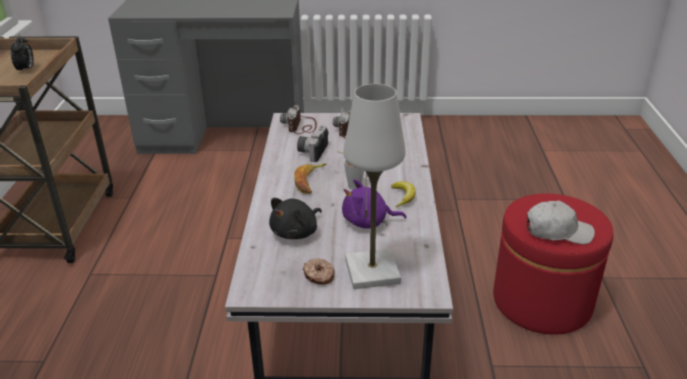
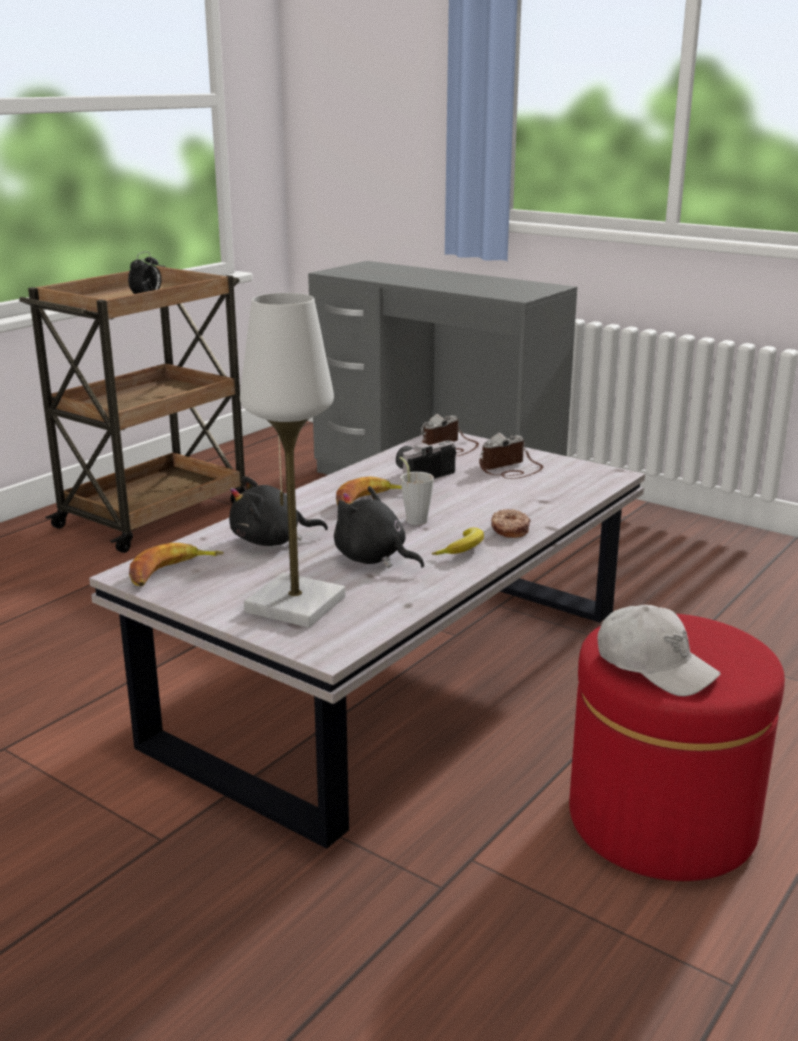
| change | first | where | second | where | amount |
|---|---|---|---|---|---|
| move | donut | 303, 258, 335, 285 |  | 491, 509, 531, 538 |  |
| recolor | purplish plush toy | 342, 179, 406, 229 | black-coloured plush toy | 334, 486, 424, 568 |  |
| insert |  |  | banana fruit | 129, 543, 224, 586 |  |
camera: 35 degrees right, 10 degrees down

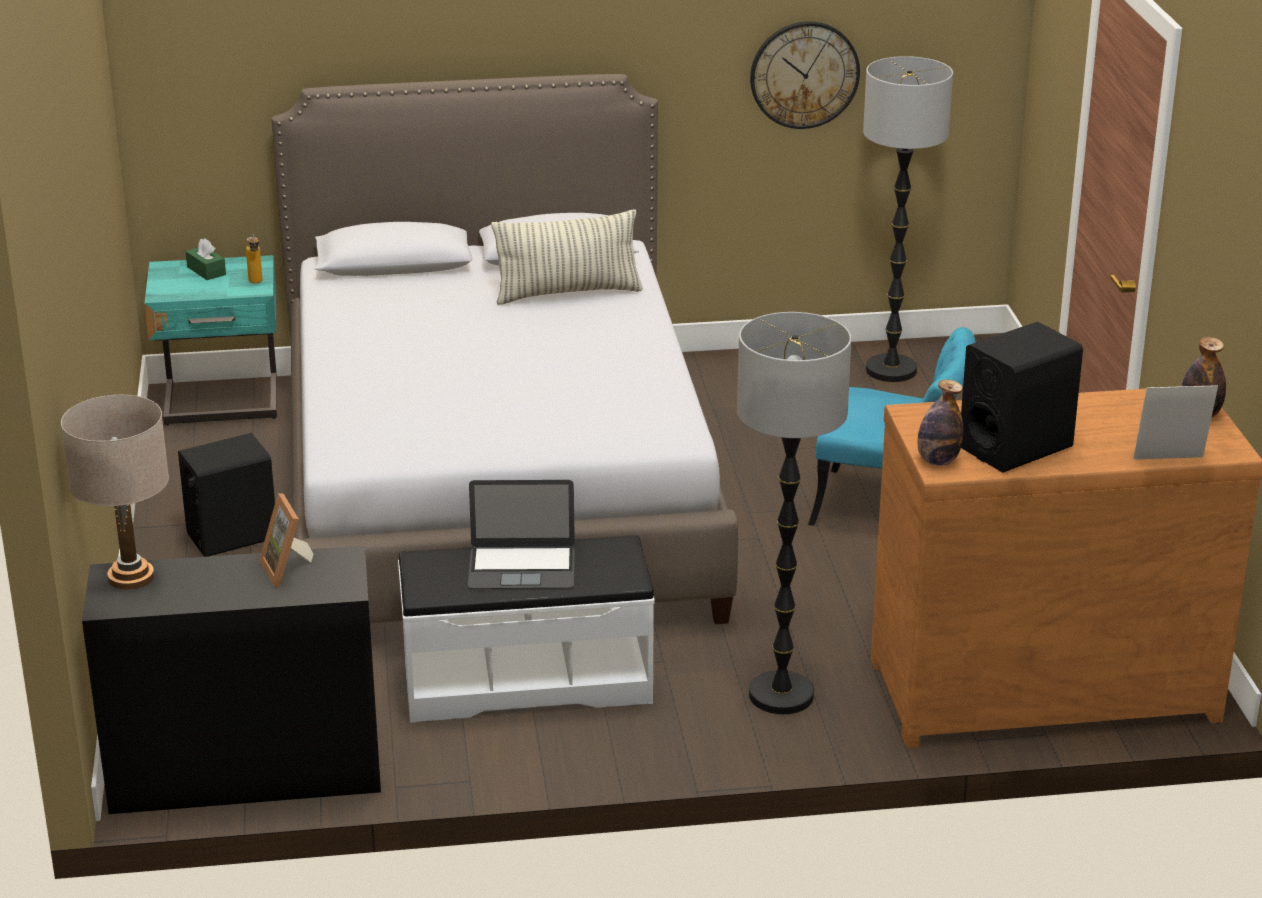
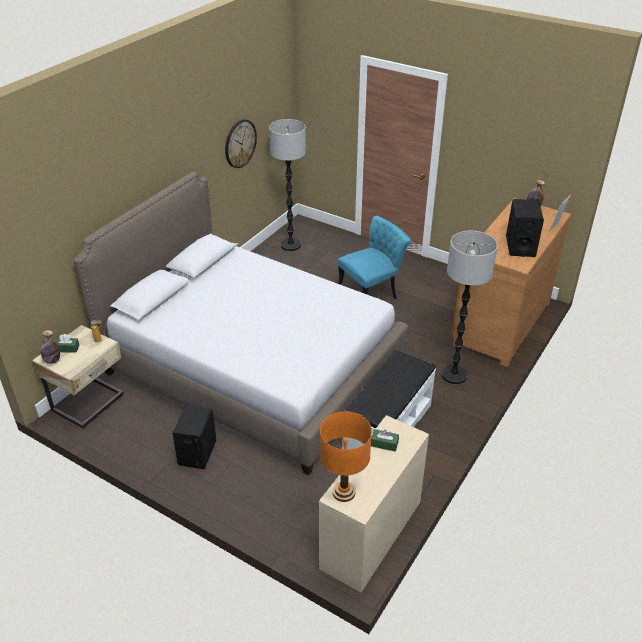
| change | first | where | second | where | amount |
|---|---|---|---|---|---|
| recolor | beige-coloured tabletop lamp | 61, 395, 169, 590 | orangey tabletop lamp | 320, 411, 372, 502 |  |
| recolor | black-coloured desk table | 82, 546, 381, 814 | beige-coloured desk table | 319, 415, 429, 592 |  |
| recolor | turquoise-coloured nightstand | 144, 255, 277, 426 | beige-coloured nightstand | 32, 325, 124, 429 |  |
| replace | standing frame | 259, 493, 314, 587 | green-coloured tissue box | 371, 429, 399, 452 |  |
| delete | portable computer | 468, 480, 575, 589 |  |  |  |
| delete | cushion | 491, 209, 643, 305 |  |  |  |
| move | beverage bottle | 917, 380, 963, 466 |  | 41, 330, 60, 364 |  |
camera: 50 degrees left, 10 degrees up

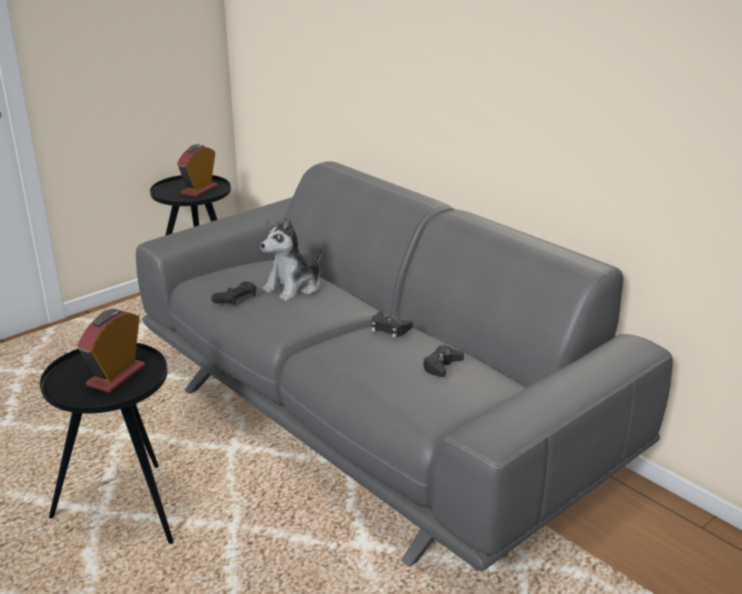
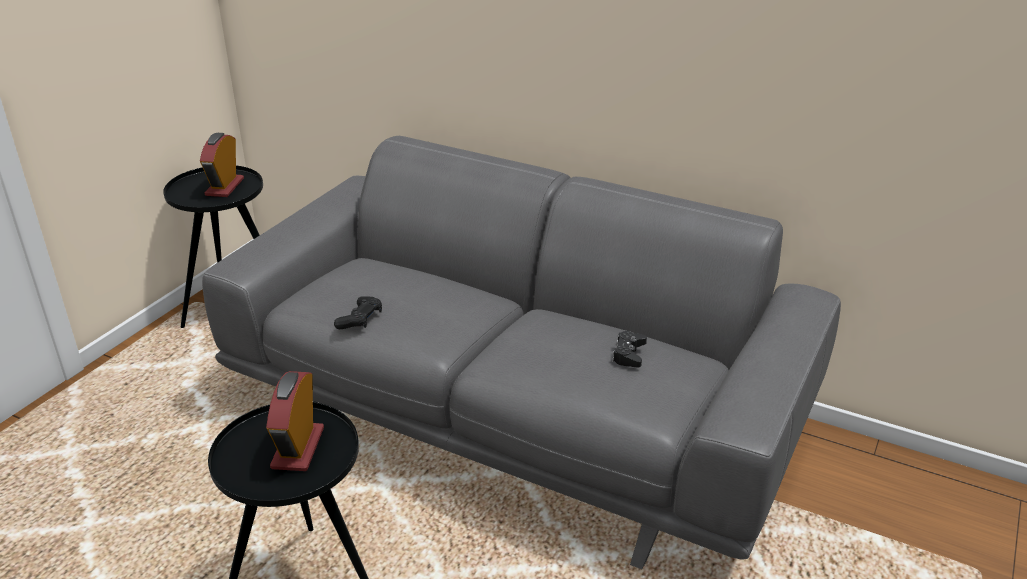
| change | first | where | second | where | amount |
|---|---|---|---|---|---|
| delete | plush toy | 261, 217, 322, 301 |  |  |  |
| delete | black-coloured gamepad | 372, 312, 413, 338 |  |  |  |
camera: 20 degrees left, 5 degrees up

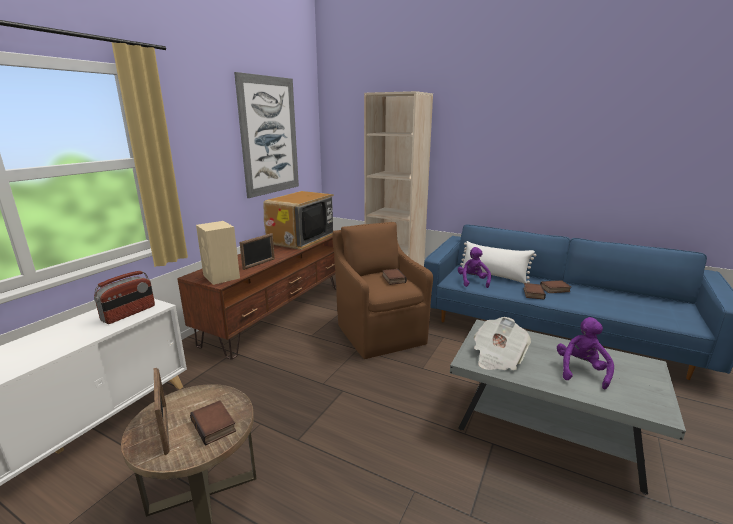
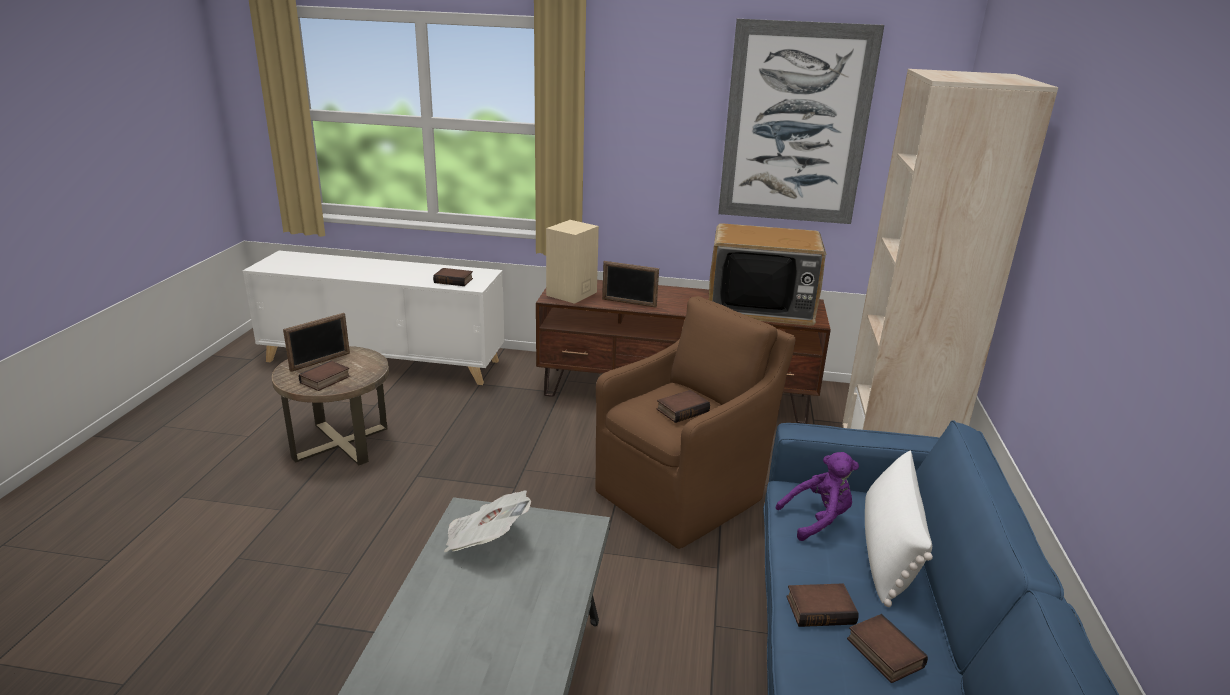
| change | first | where | second | where | amount |
|---|---|---|---|---|---|
| replace | radio receiver | 94, 271, 155, 324 | bound book | 433, 268, 473, 286 |  |
| delete | purplish plush toy | 557, 317, 614, 389 |  |  |  |
camera: 70 degrees right, 5 degrees up

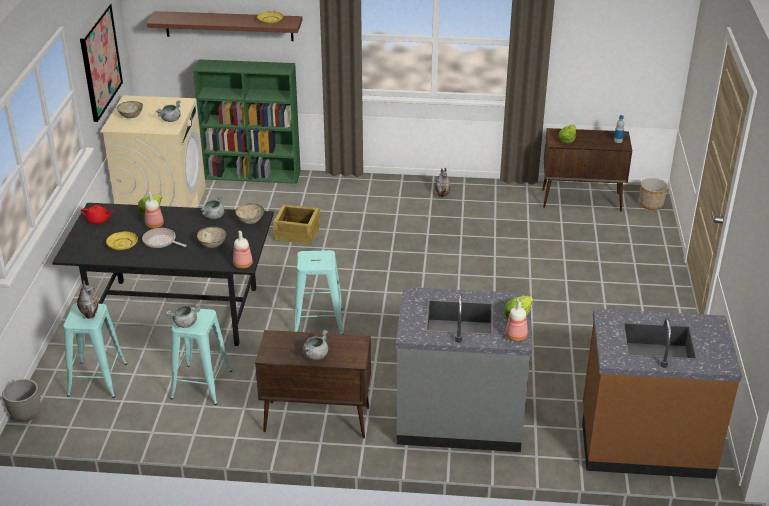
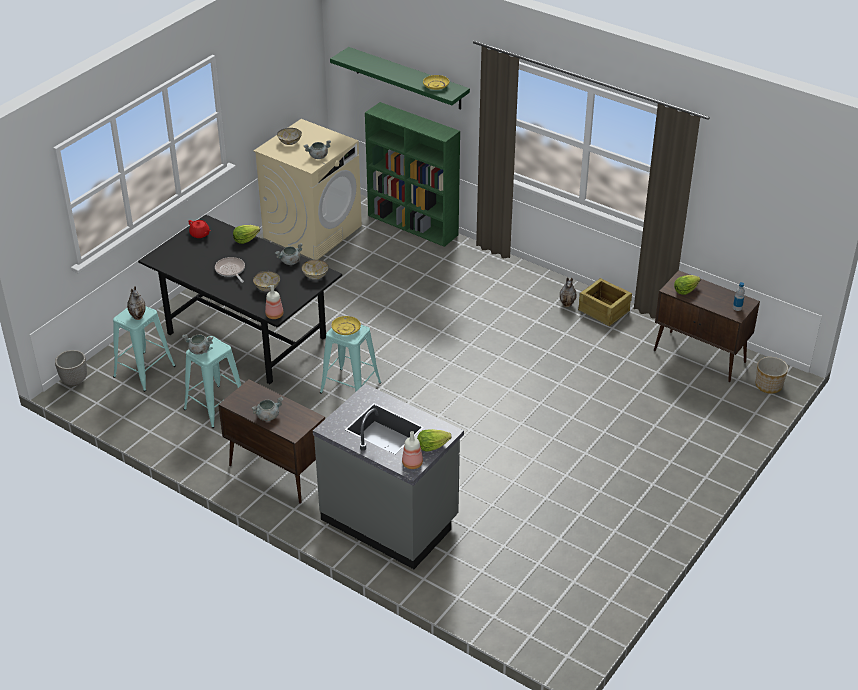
| change | first | where | second | where | amount |
|---|---|---|---|---|---|
| delete | wall picture | 80, 3, 123, 122 |  |  |  |
| move | yellowish plate | 106, 232, 138, 250 |  | 331, 316, 361, 335 |  |
| delete | beverage bottle | 145, 192, 164, 229 |  |  |  |
| recolor | brown-coloured bracket shelf | 147, 11, 302, 41 | green-coloured bracket shelf | 330, 47, 470, 110 |  |
| move | shipping crate | 273, 204, 320, 245 |  | 578, 278, 632, 326 |  |
| delete | brown-coloured kitchen base unit | 582, 309, 742, 479 |  |  |  |
camera: 30 degrees right, 5 degrees up

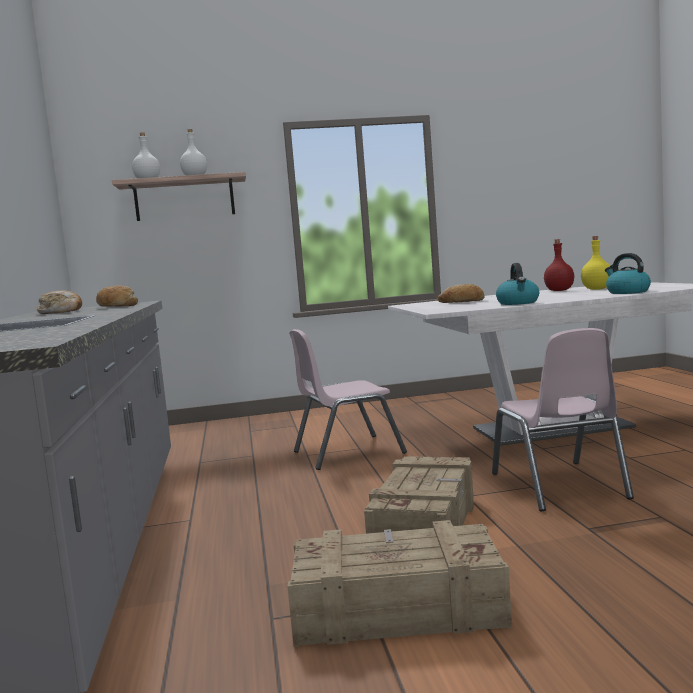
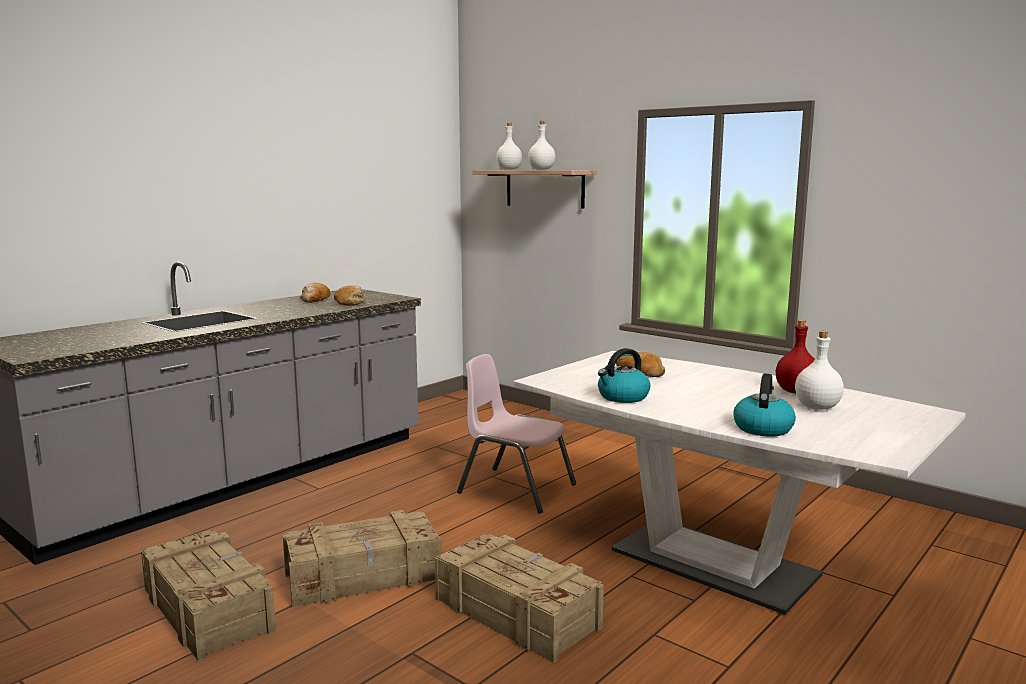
| change | first | where | second | where | amount |
|---|---|---|---|---|---|
| replace | pinkish upright chair | 492, 328, 634, 511 | shipping crate | 435, 533, 604, 663 |  |
| recolor | yellowish beverage bottle | 581, 236, 610, 290 | whitish beverage bottle | 795, 331, 844, 410 |  |
camera: 50 degrees right, 5 degrees up

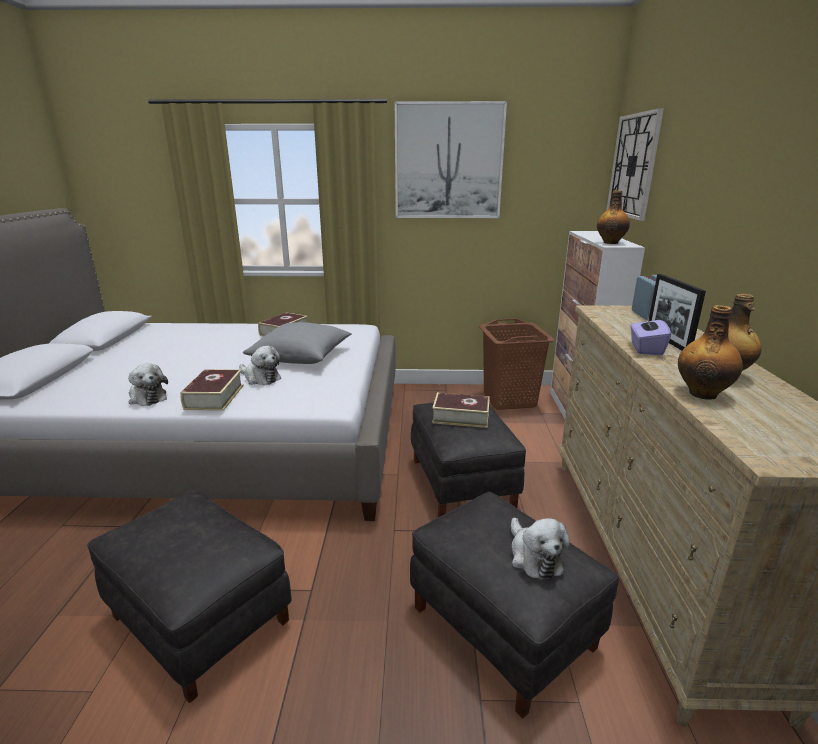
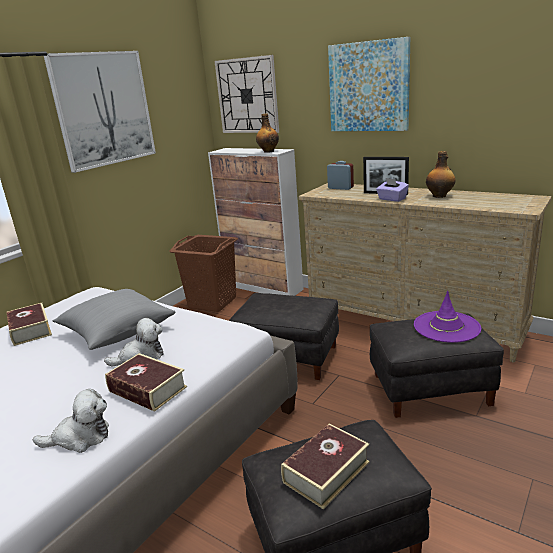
| change | first | where | second | where | amount |
|---|---|---|---|---|---|
| move | bound book | 432, 392, 490, 428 |  | 281, 423, 370, 509 |  |
| replace | plush toy | 511, 518, 570, 580 | purplish wearable hat | 414, 291, 481, 343 |  |
| delete | beverage bottle | 678, 305, 743, 399 |  |  |  |
| insert |  |  | wall picture | 328, 37, 410, 131 |  |
camera: 55 degrees left, 0 degrees up

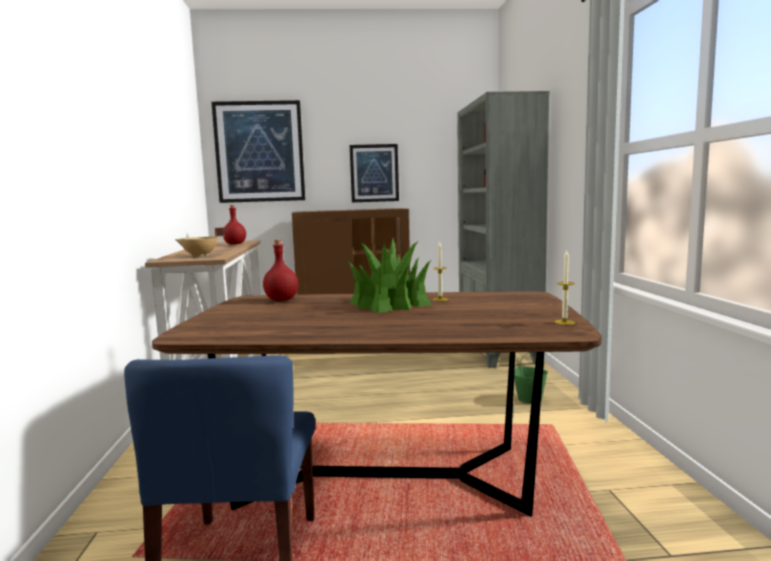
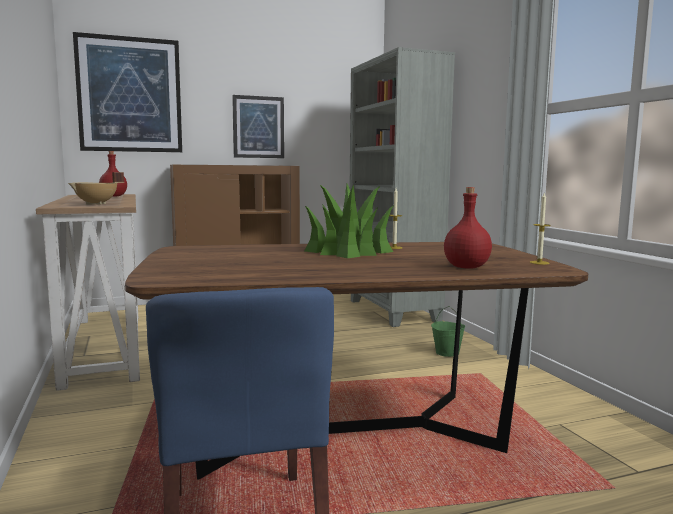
| change | first | where | second | where | amount |
|---|---|---|---|---|---|
| move | red-coloured beverage bottle | 263, 240, 298, 301 |  | 444, 187, 492, 269 |  |
camera: 15 degrees left, 0 degrees up

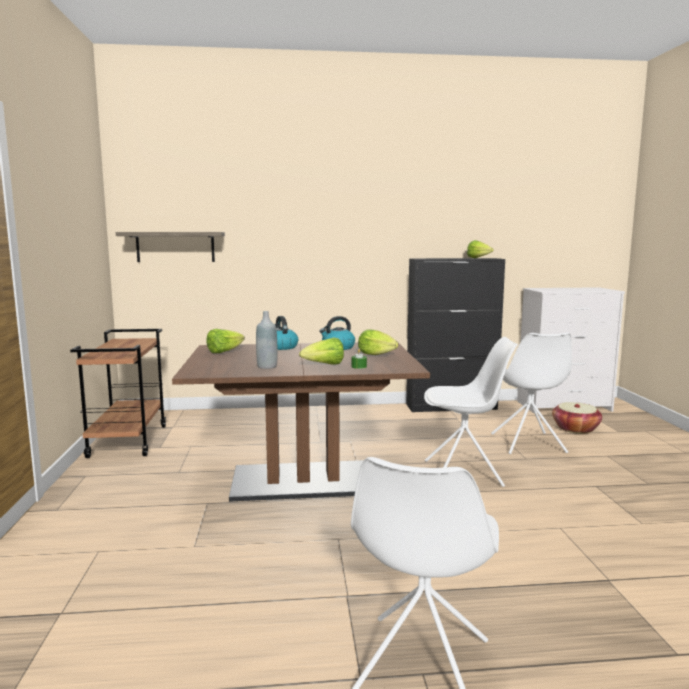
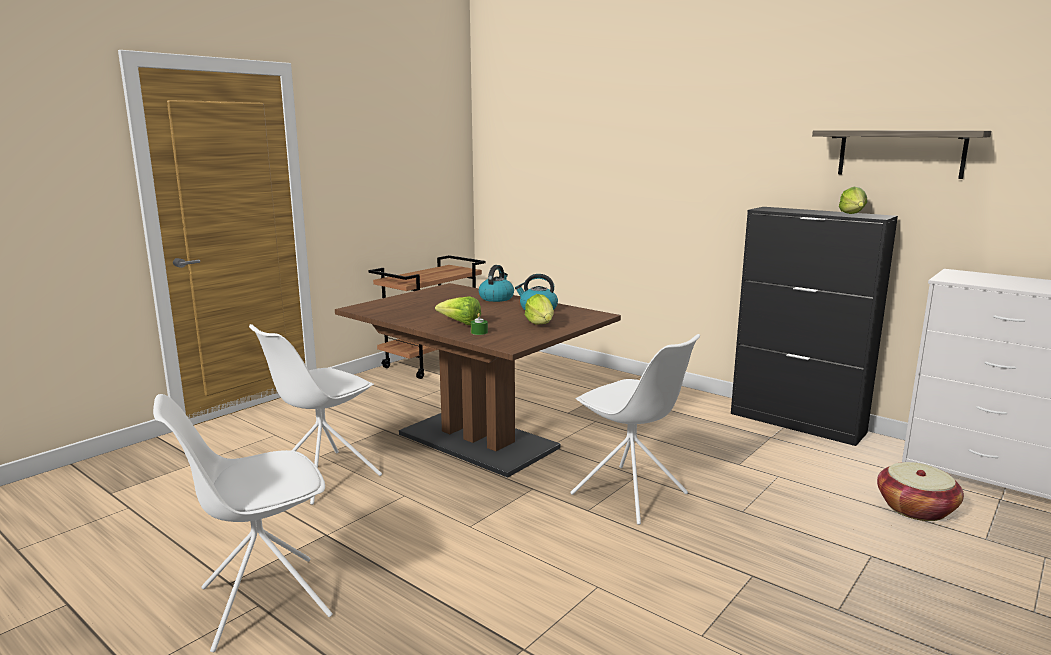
| change | first | where | second | where | amount |
|---|---|---|---|---|---|
| move | bracket shelf | 116, 232, 225, 262 |  | 812, 130, 991, 179 |  |
| delete | head of lettuce | 206, 329, 245, 353 |  |  |  |
| delete | grey beverage bottle | 256, 311, 278, 369 |  |  |  |
| move | whitish upright chair | 491, 332, 572, 454 |  | 249, 324, 382, 505 |  |
camera: 45 degrees right, 5 degrees up

